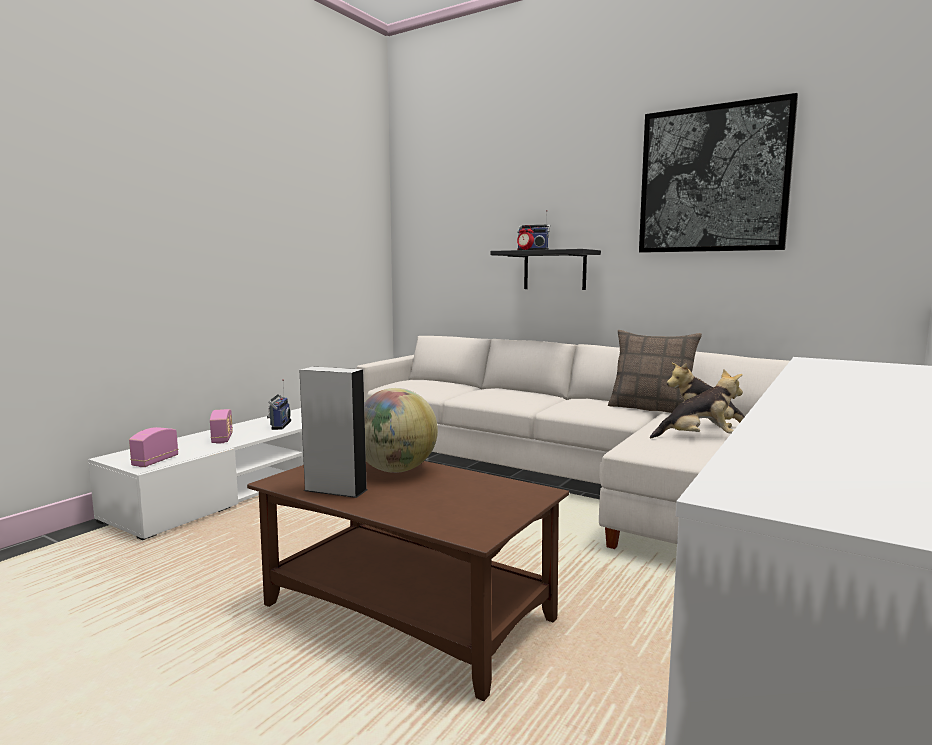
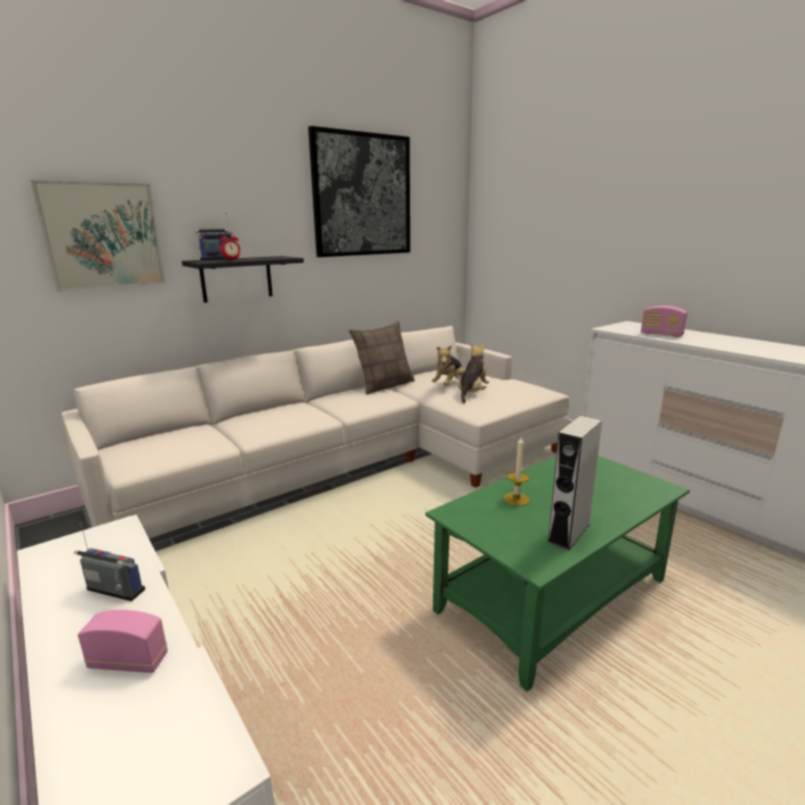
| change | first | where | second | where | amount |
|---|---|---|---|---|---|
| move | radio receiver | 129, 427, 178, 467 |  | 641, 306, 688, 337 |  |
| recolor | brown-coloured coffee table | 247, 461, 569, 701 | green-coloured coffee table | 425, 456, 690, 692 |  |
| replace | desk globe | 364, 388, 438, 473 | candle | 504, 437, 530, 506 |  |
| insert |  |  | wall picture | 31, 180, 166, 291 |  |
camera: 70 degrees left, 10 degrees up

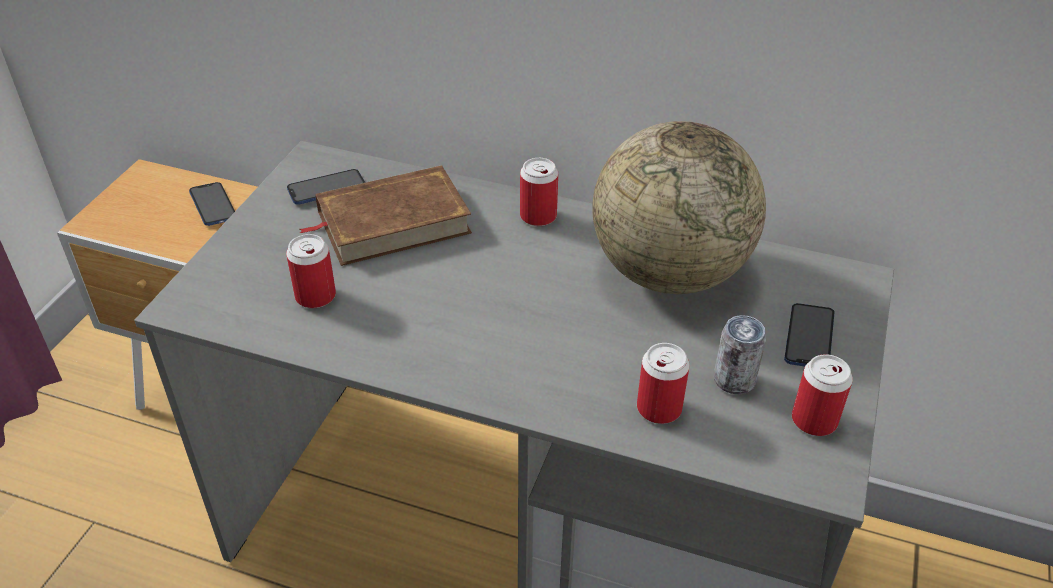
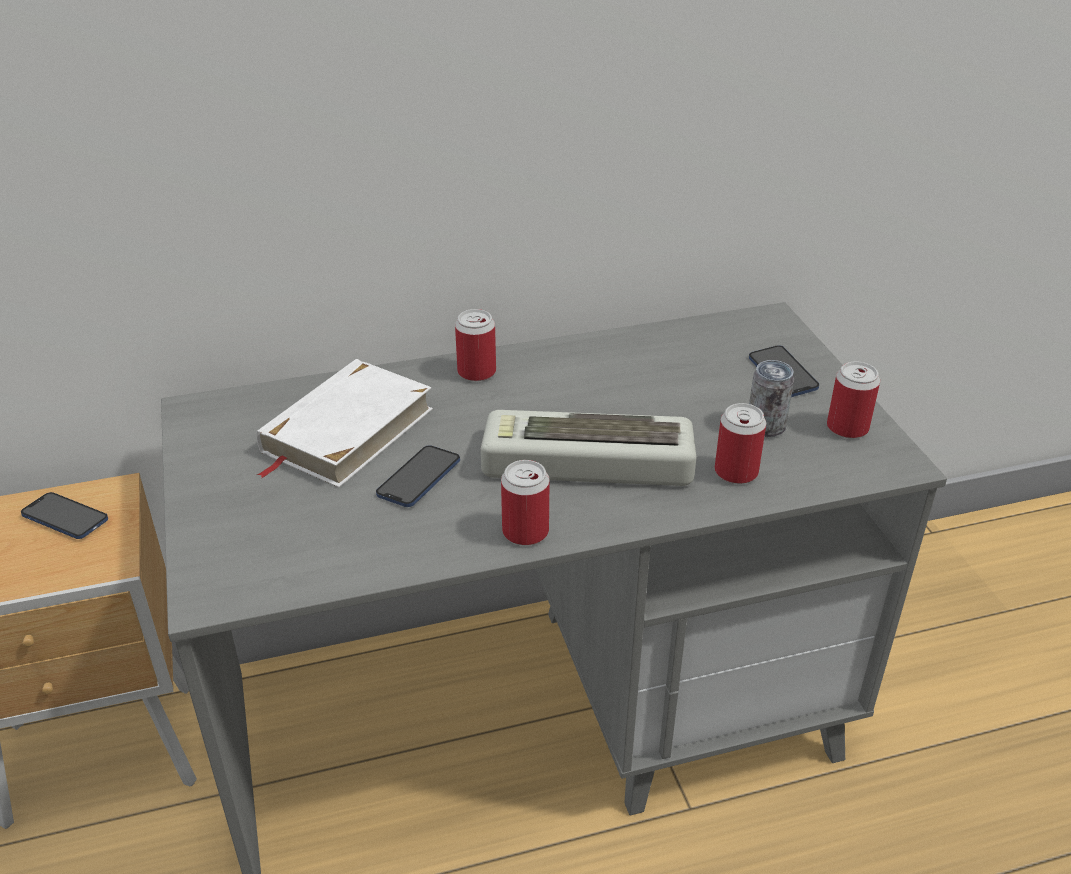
| change | first | where | second | where | amount |
|---|---|---|---|---|---|
| move | can | 286, 234, 336, 308 |  | 501, 460, 550, 546 |  |
| move | telephone | 287, 169, 365, 205 |  | 376, 445, 460, 507 |  |
| recolor | brown-coloured bound book | 300, 165, 472, 266 | whitish bound book | 256, 359, 433, 488 |  |
| delete | desk globe | 592, 121, 766, 294 |  |  |  |
| insert |  |  | PC keyboard | 481, 410, 696, 486 |  |
camera: 35 degrees left, 5 degrees down

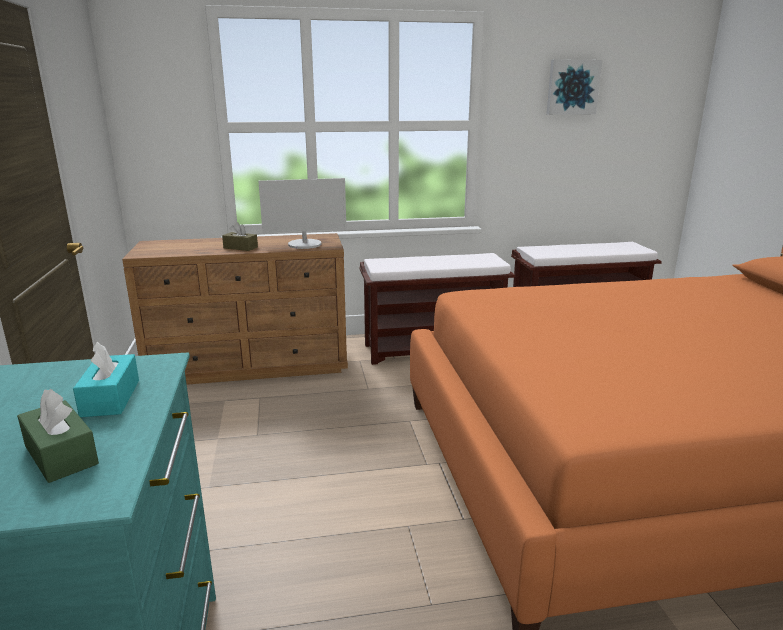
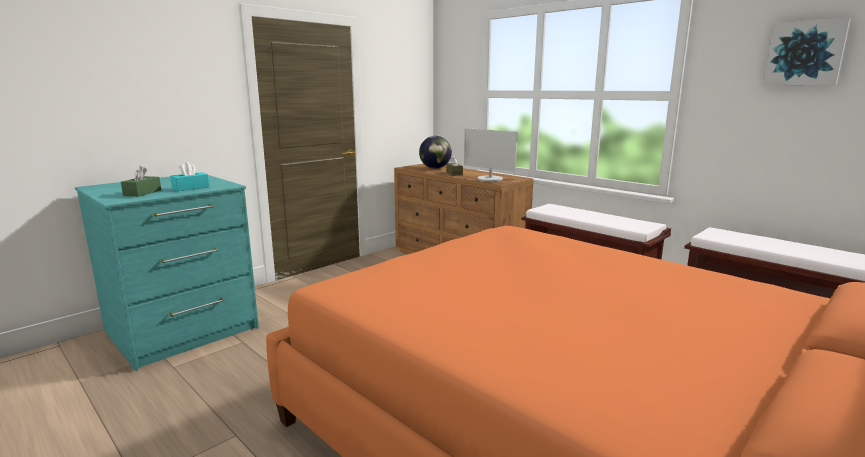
| change | first | where | second | where | amount |
|---|---|---|---|---|---|
| insert |  |  | desk globe | 419, 136, 452, 169 |  |
camera: 55 degrees right, 5 degrees down

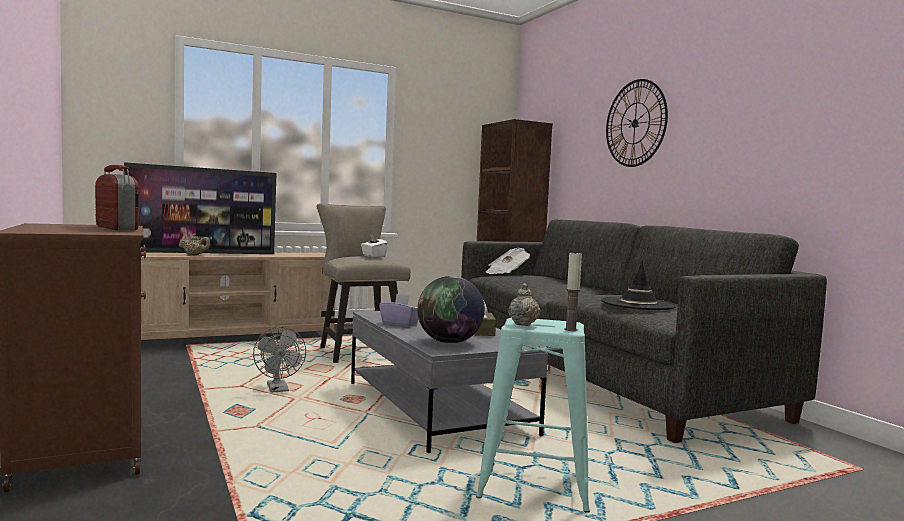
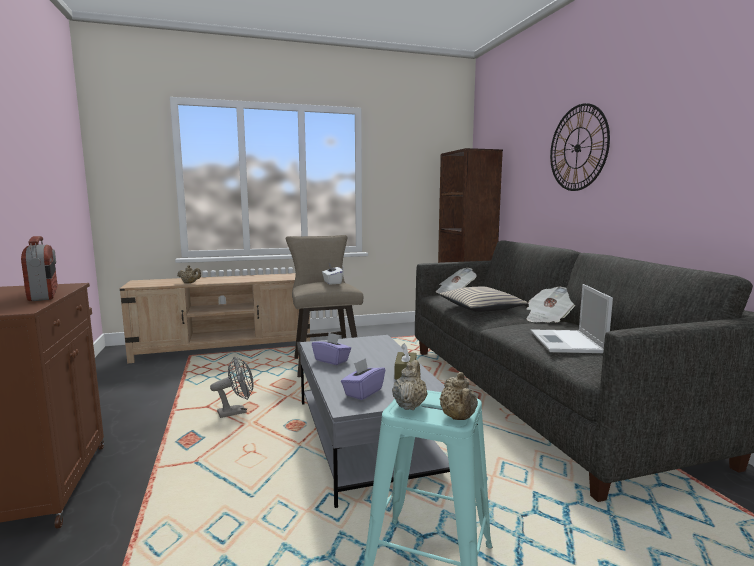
| change | first | where | second | where | amount |
|---|---|---|---|---|---|
| delete | television | 124, 162, 277, 254 |  |  |  |
| rotate | grey cooling fan | 253, 327, 306, 393 |  | 210, 357, 254, 418 | 105 degrees counterclockwise |
| replace | desk globe | 417, 276, 485, 344 | purplish tissue box | 341, 358, 385, 400 |  |
| replace | candle | 564, 251, 582, 331 | beige-coloured pot for tea | 440, 372, 478, 420 |  |
| replace | black-coloured wearable hat | 601, 261, 677, 310 | portable computer | 531, 284, 613, 353 |  |
| insert |  |  | beige-coloured cushion | 439, 287, 528, 312 |  |
| insert |  |  | newspaper | 527, 287, 575, 323 |  |
camera: 10 degrees right, 5 degrees up

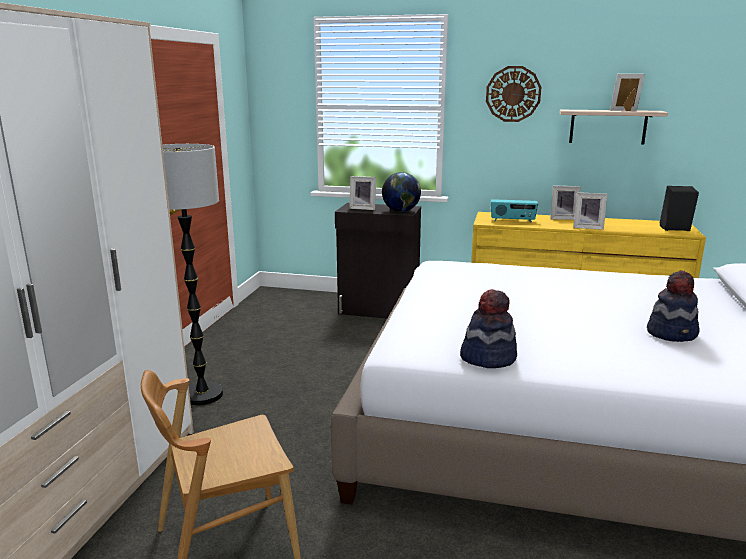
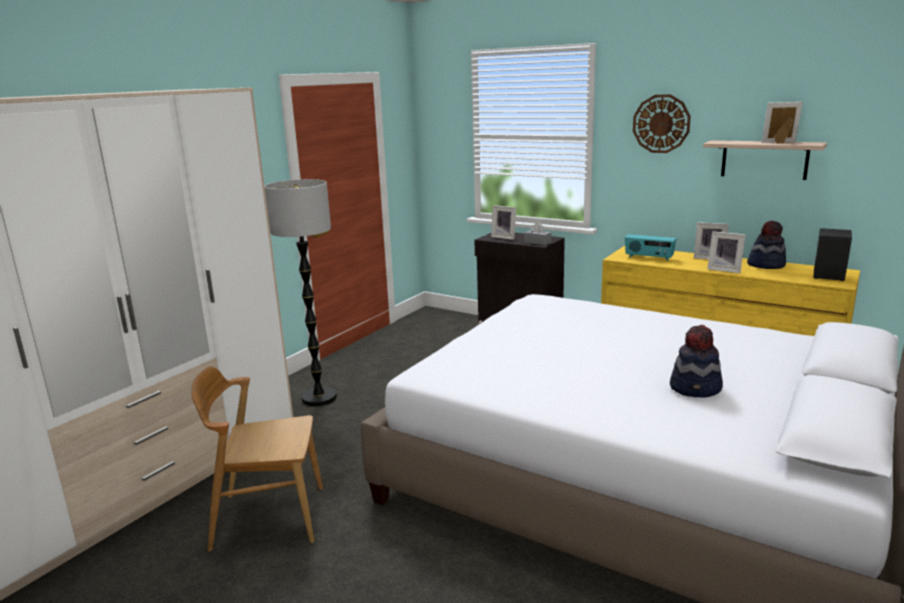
| change | first | where | second | where | amount |
|---|---|---|---|---|---|
| replace | desk globe | 382, 172, 421, 212 | grey tissue box | 524, 222, 551, 245 |  |
| move | wearable hat | 460, 289, 517, 368 |  | 747, 221, 786, 269 |  |
camera: 20 degrees right, 0 degrees up

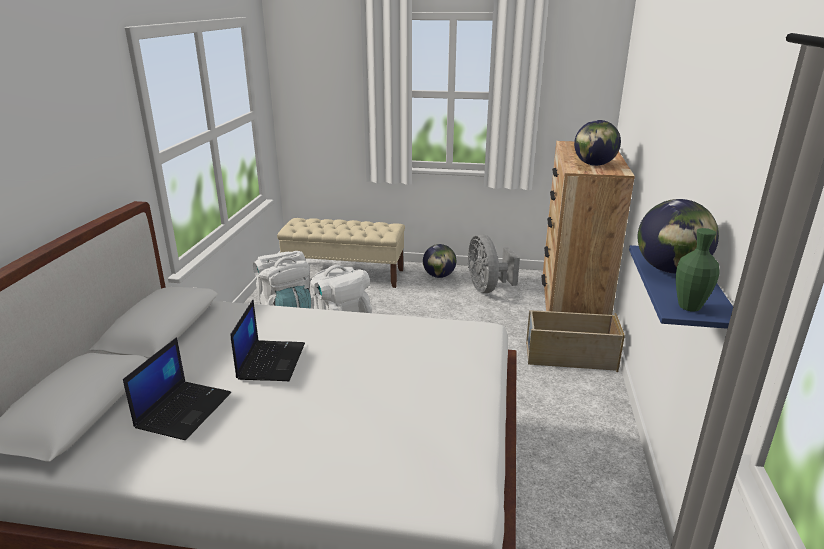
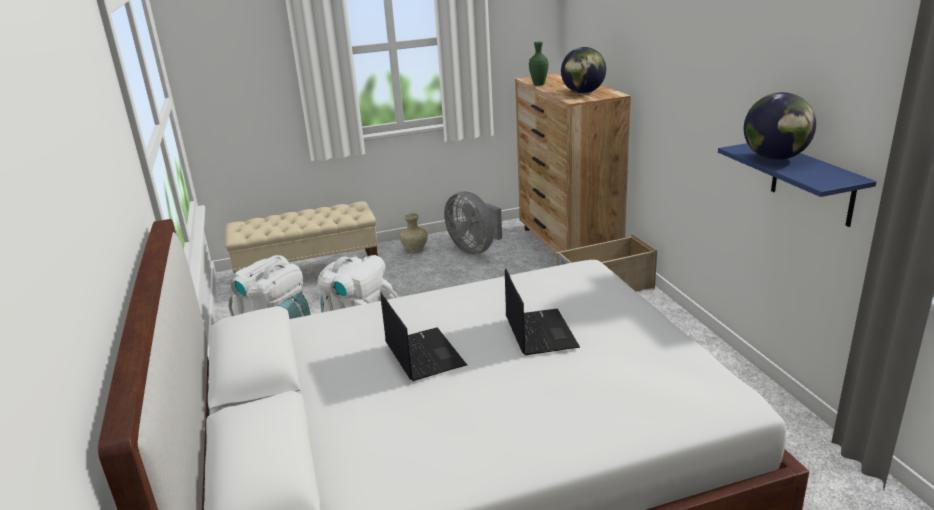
| change | first | where | second | where | amount |
|---|---|---|---|---|---|
| move | portable computer | 123, 337, 231, 440 |  | 505, 269, 580, 355 |  |
| replace | desk globe | 423, 244, 456, 278 | beige-coloured decorative vase | 399, 213, 428, 253 |  |
| move | green-coloured decorative vase | 676, 228, 720, 312 |  | 529, 42, 548, 86 |  |
camera: 25 degrees left, 0 degrees up

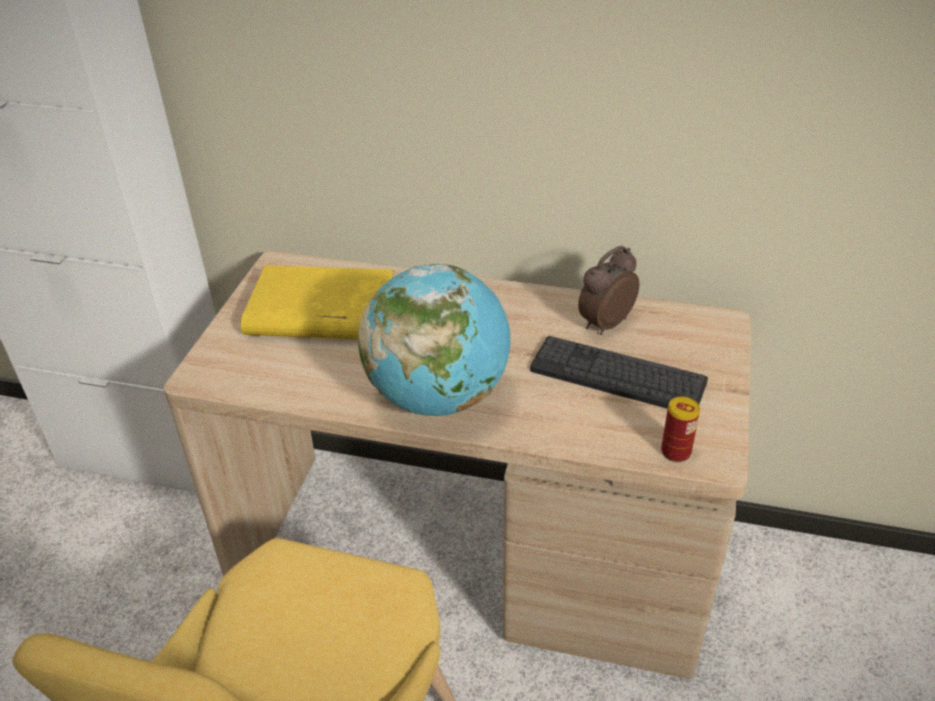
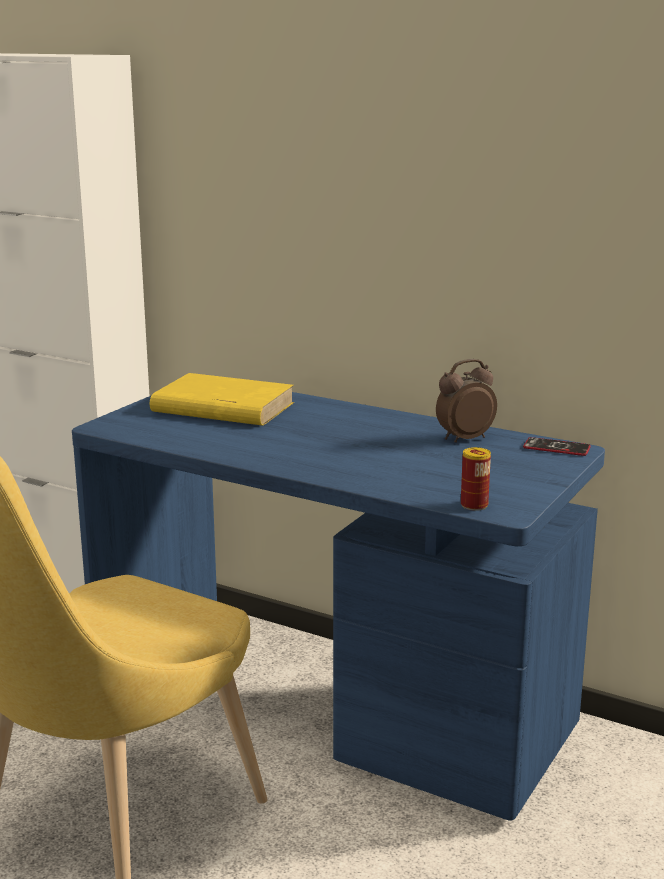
| change | first | where | second | where | amount |
|---|---|---|---|---|---|
| recolor | beige-coloured desk table | 164, 251, 751, 679 | bluish desk table | 72, 392, 605, 820 |  |
| delete | desk globe | 358, 264, 511, 416 |  |  |  |
| delete | PC keyboard | 530, 336, 708, 409 |  |  |  |
| insert |  |  | telephone | 523, 437, 591, 456 |  |
camera: 15 degrees right, 20 degrees down

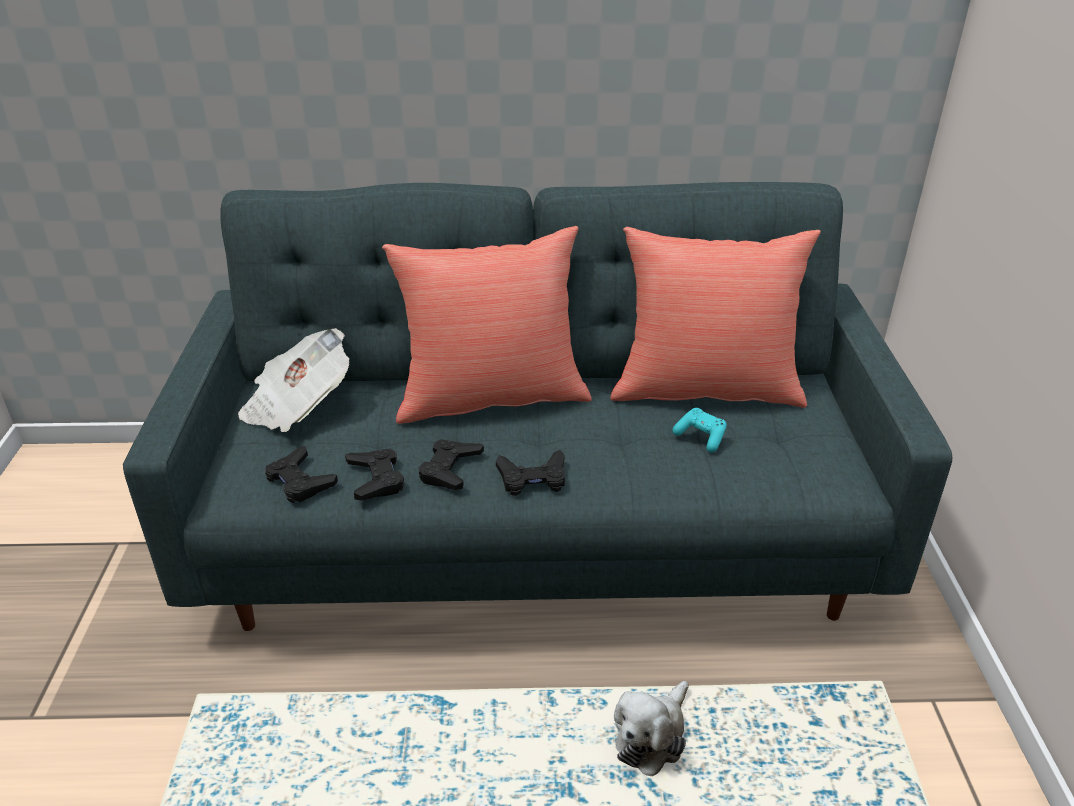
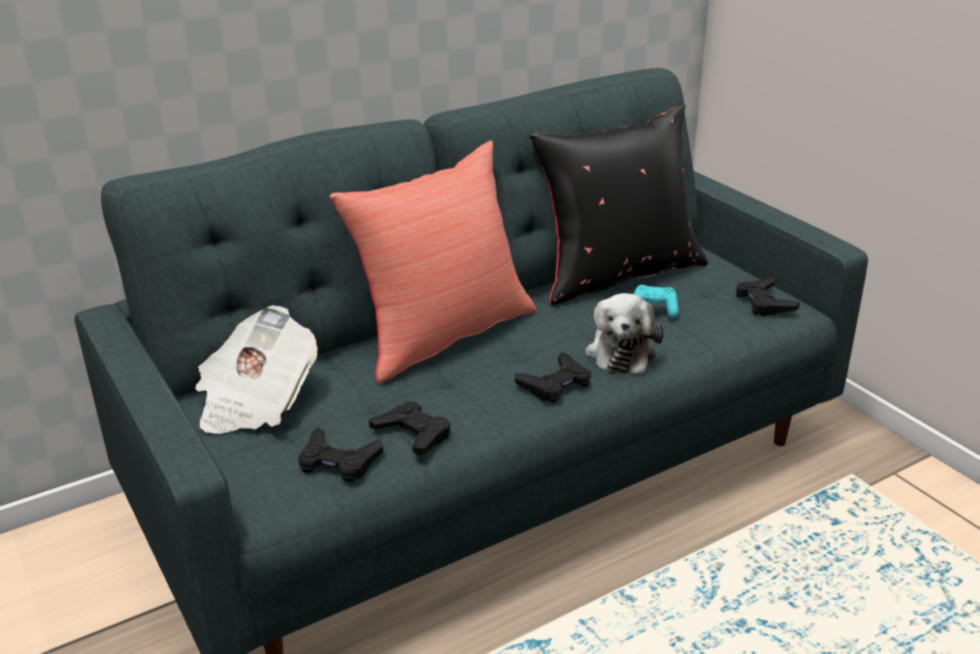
| change | first | where | second | where | amount |
|---|---|---|---|---|---|
| move | black-coloured gamepad | 418, 439, 484, 490 |  | 736, 277, 800, 316 |  |
| recolor | red-coloured cushion | 610, 227, 821, 408 | black-coloured cushion | 529, 103, 708, 305 |  |
| move | plush toy | 614, 681, 689, 776 |  | 585, 293, 664, 373 |  |
camera: 30 degrees left, 5 degrees down

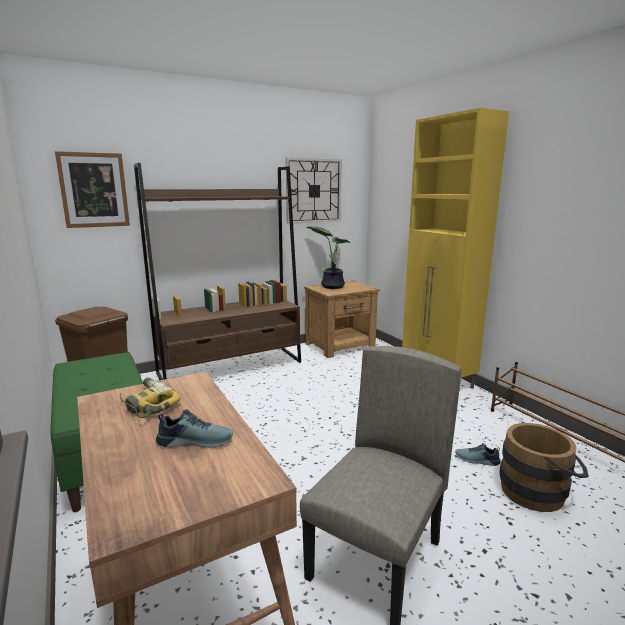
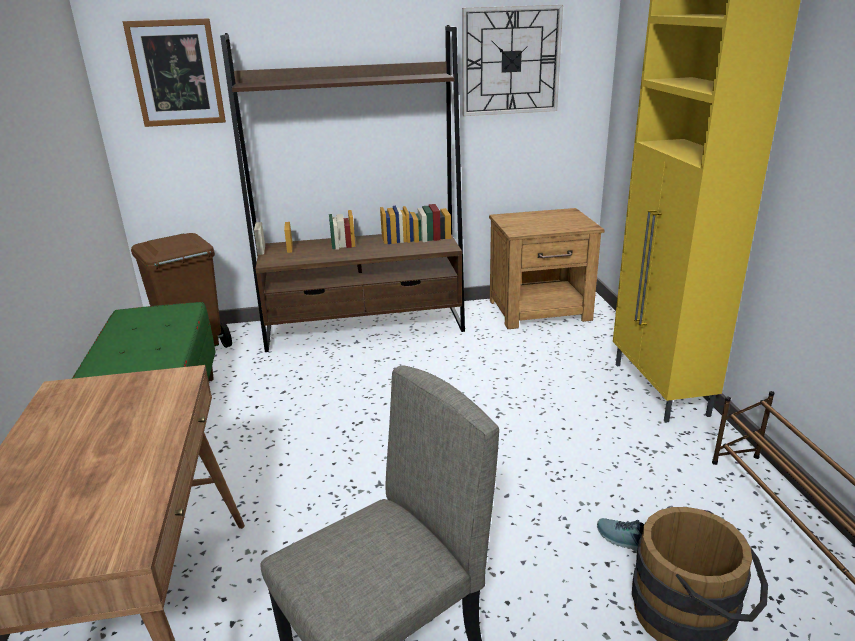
| change | first | where | second | where | amount |
|---|---|---|---|---|---|
| delete | drill | 120, 378, 180, 418 |  |  |  |
| delete | shoe | 156, 409, 233, 448 |  |  |  |
| delete | potted plant | 307, 226, 350, 289 |  |  |  |
camera: 20 degrees right, 10 degrees up

